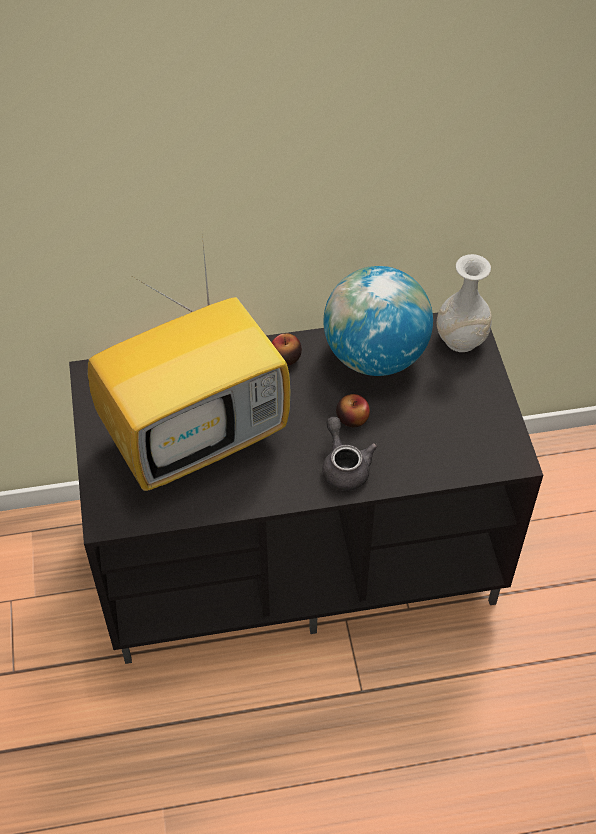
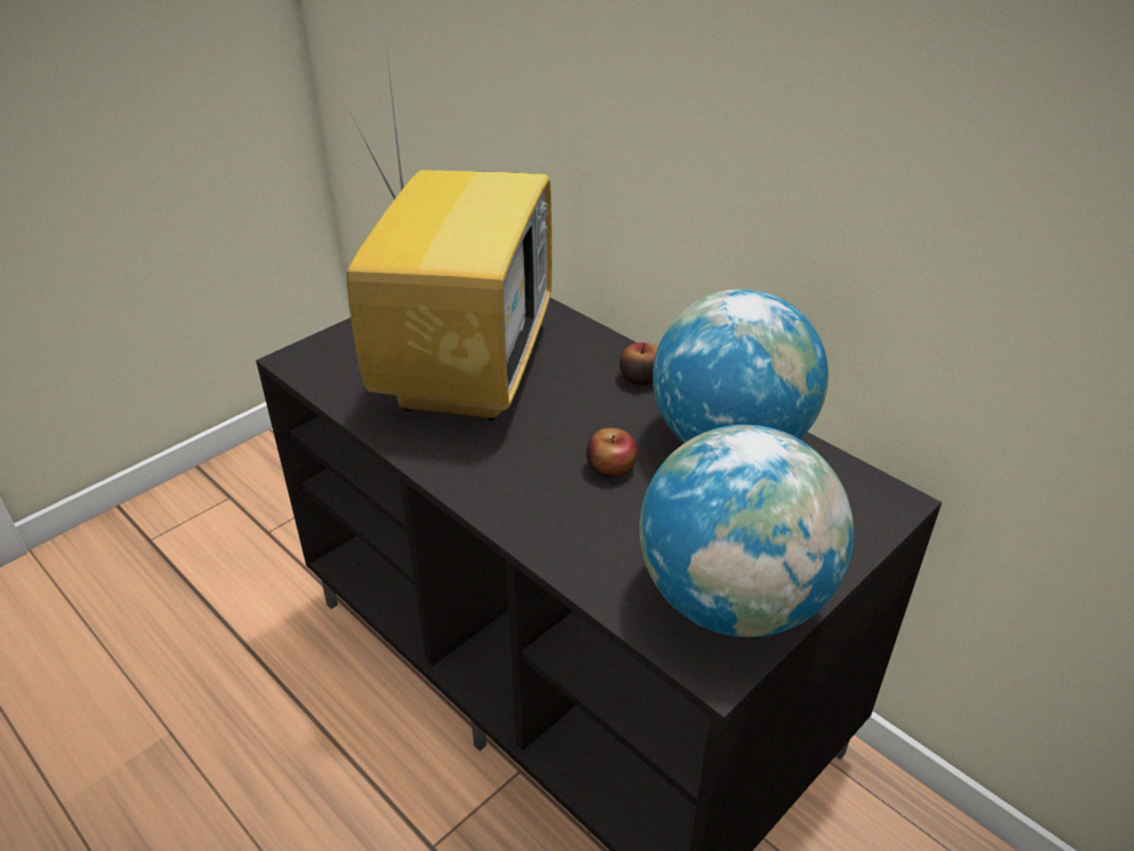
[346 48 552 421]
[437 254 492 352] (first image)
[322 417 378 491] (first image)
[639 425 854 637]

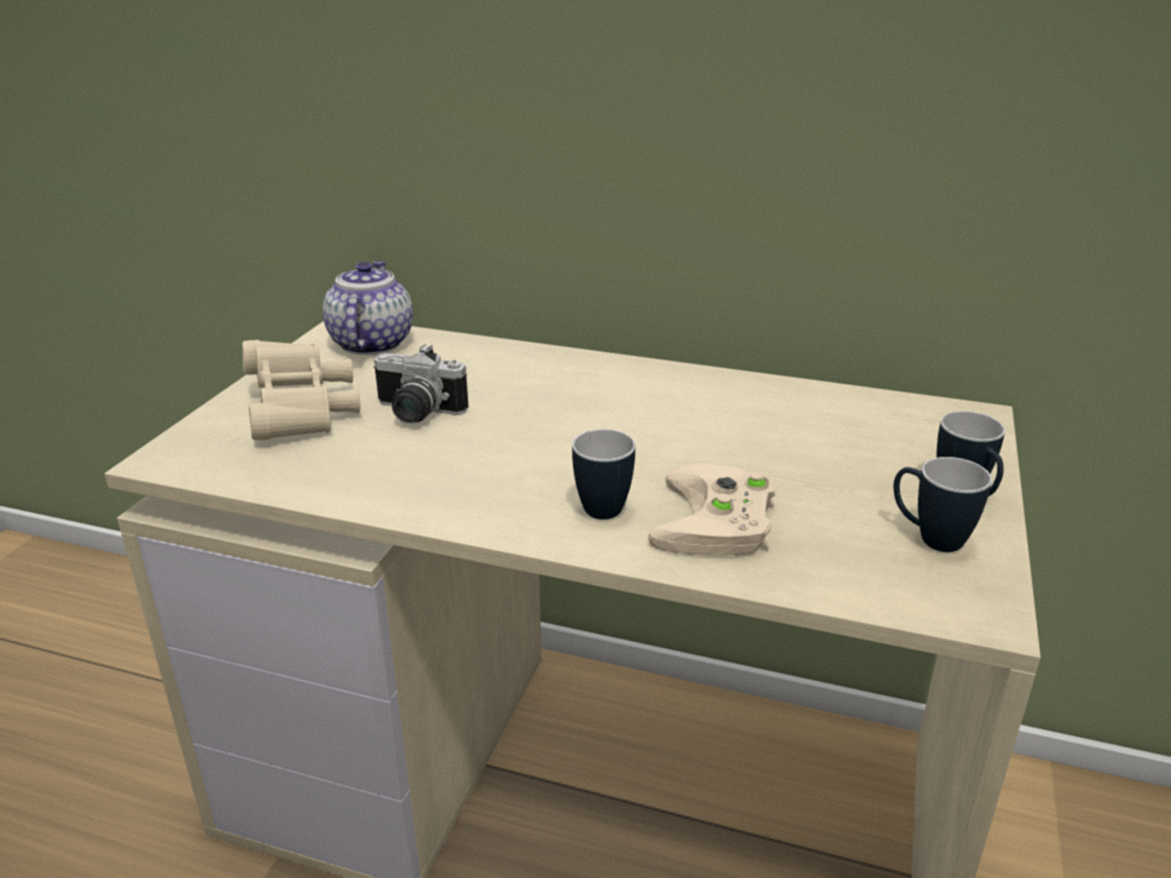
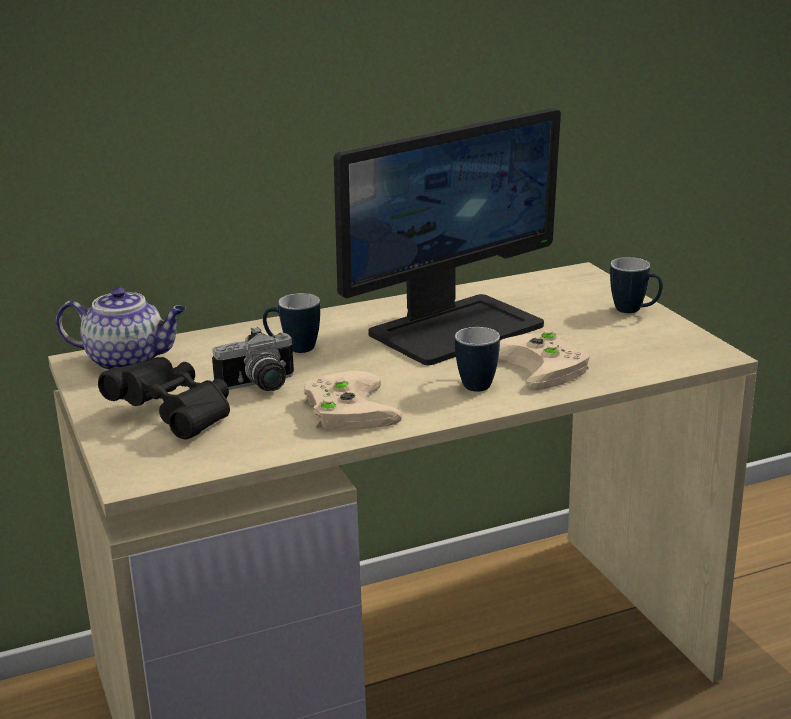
[56 287 186 371]
[98 357 230 439]
[263 293 320 353]
[334 108 561 365]
[304 371 403 430]

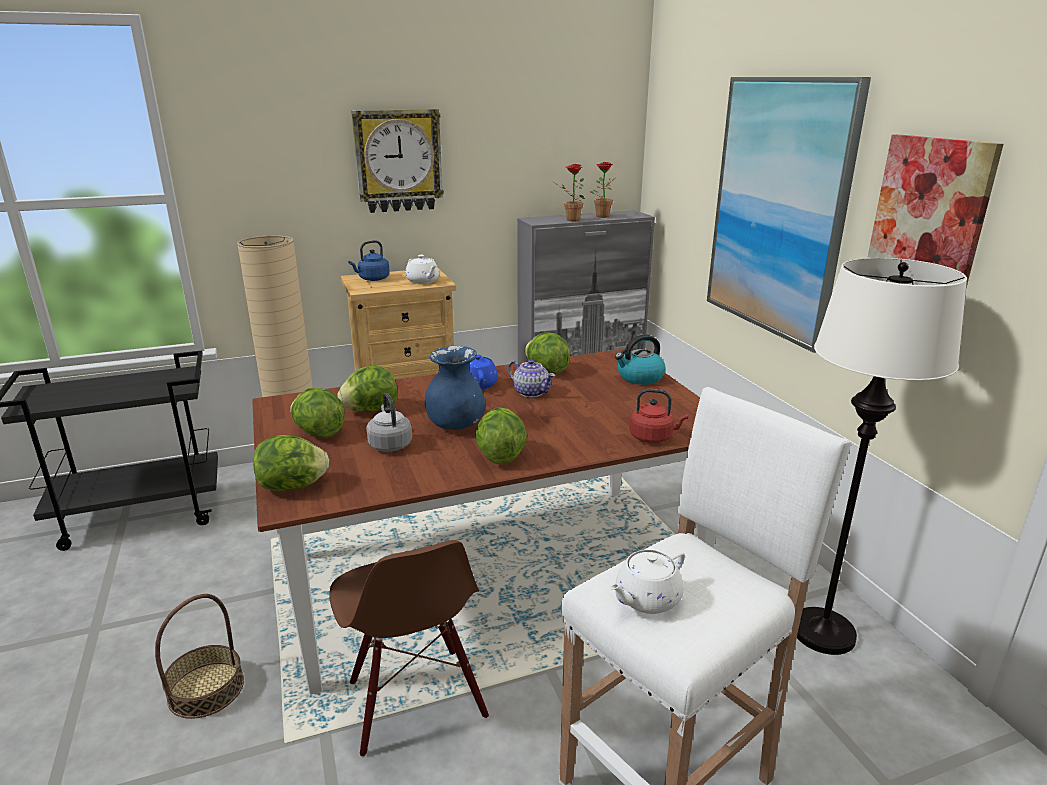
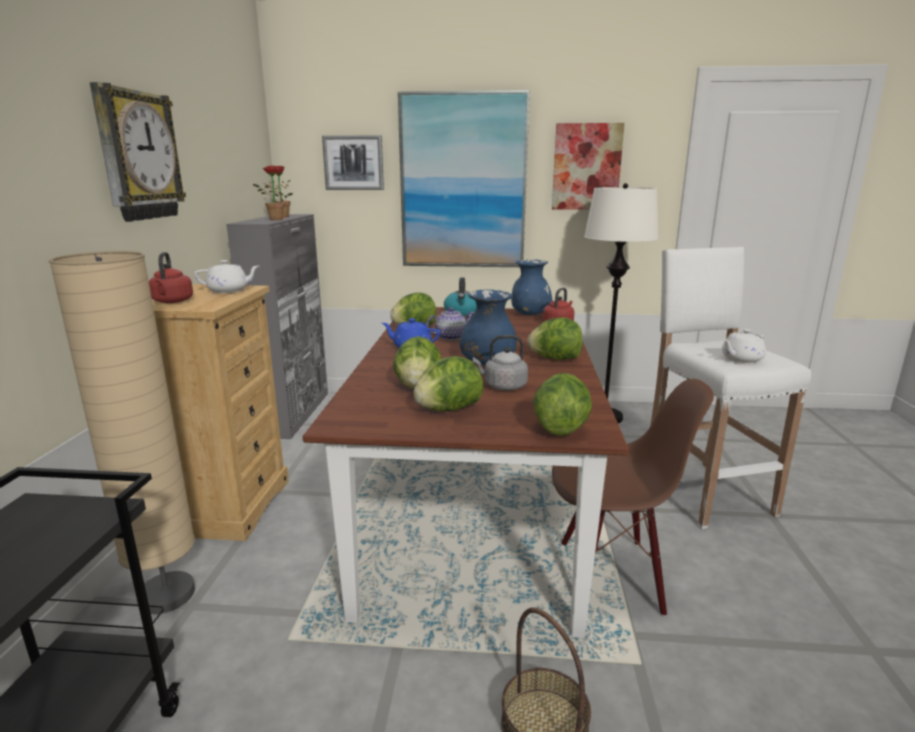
[149 252 193 303]
[722 329 766 363]
[322 135 384 190]
[511 260 553 315]

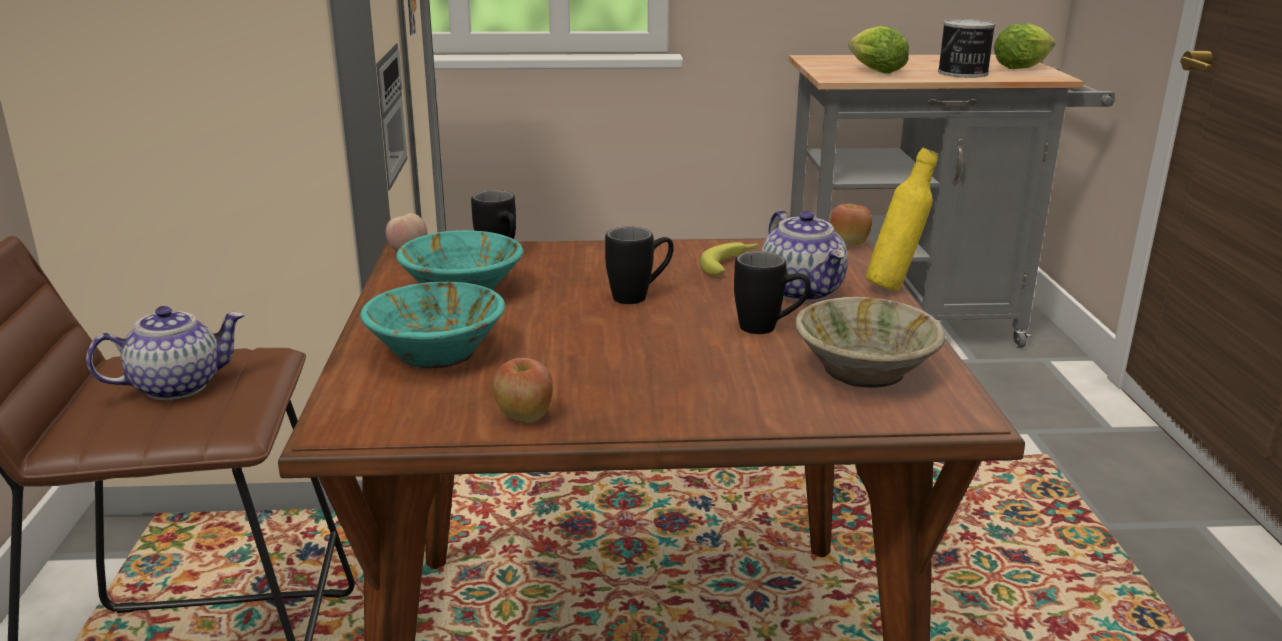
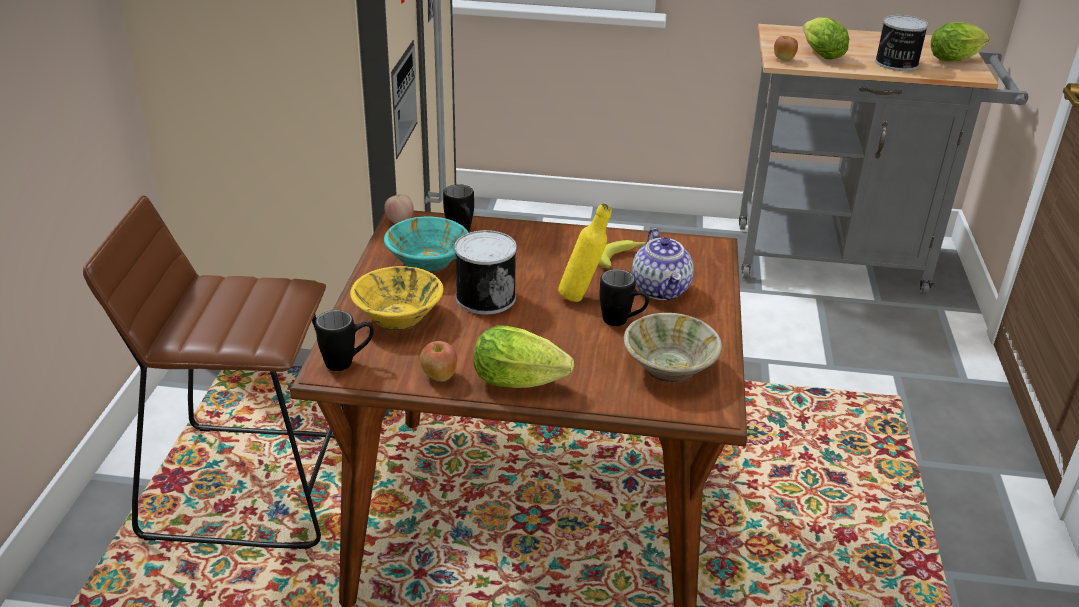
[558 204 612 302]
[774 36 798 61]
[315 310 374 371]
[350 266 444 331]
[86 306 244 400] (first image)
[455 230 517 315]
[474 325 574 388]

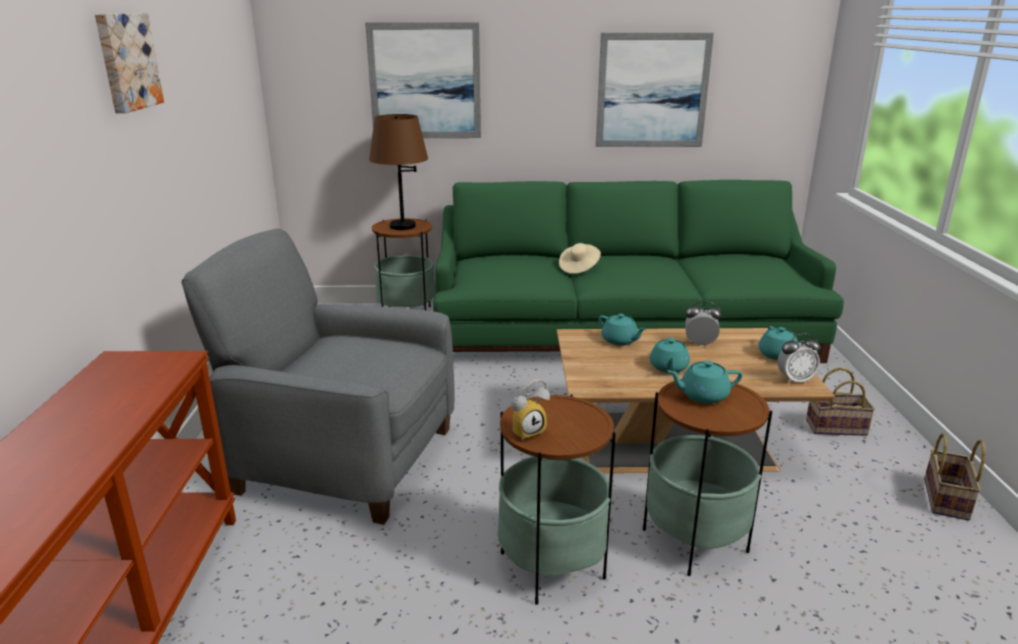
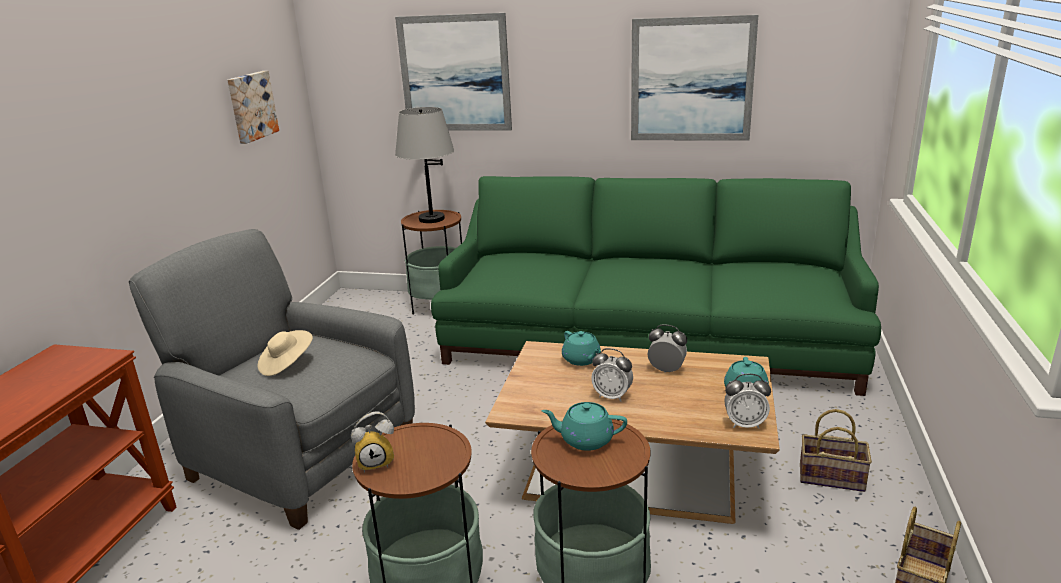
[227 71 279 144]
[395 107 454 223]
[258 330 313 376]
[591 348 633 402]

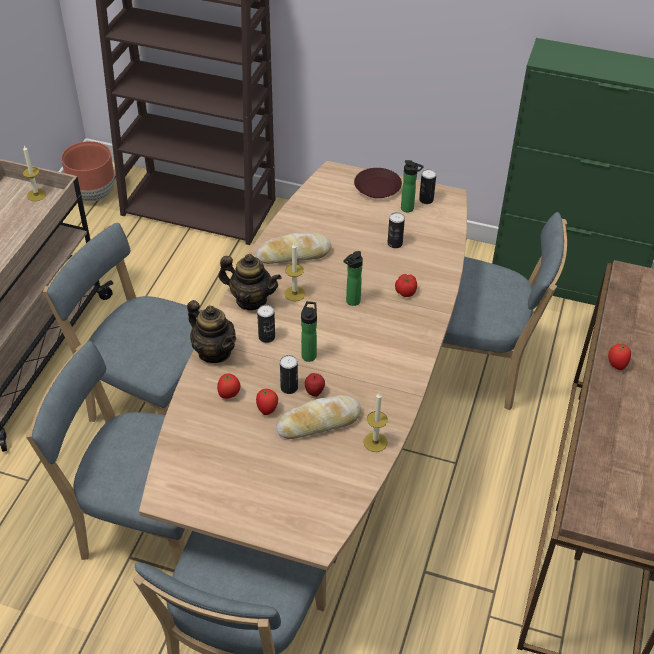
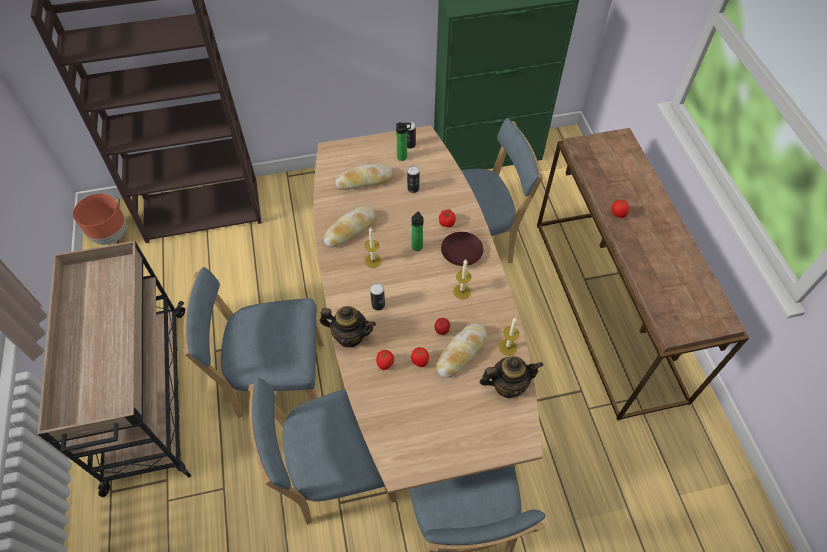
[453 259 472 299]
[441 232 483 266]
[479 356 543 398]
[301 301 317 362] (first image)
[280 355 298 394] (first image)
[335 163 393 190]

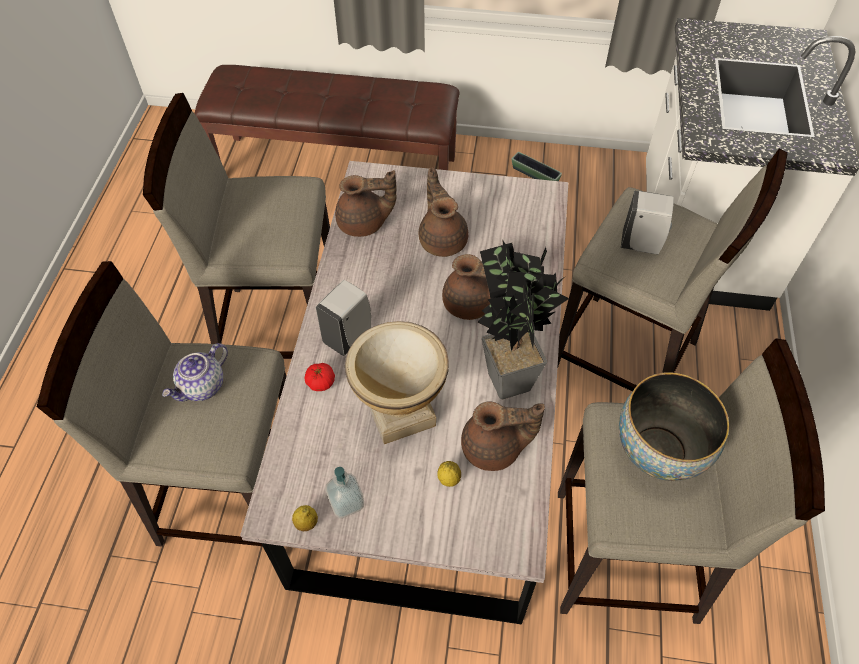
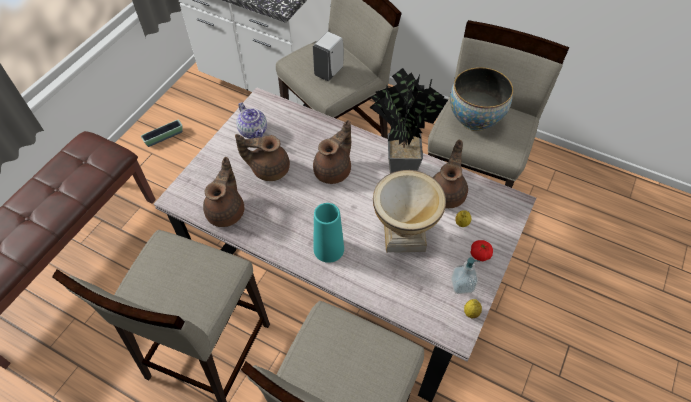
[314 203 344 263]
[236 102 267 138]
[471 240 493 261]

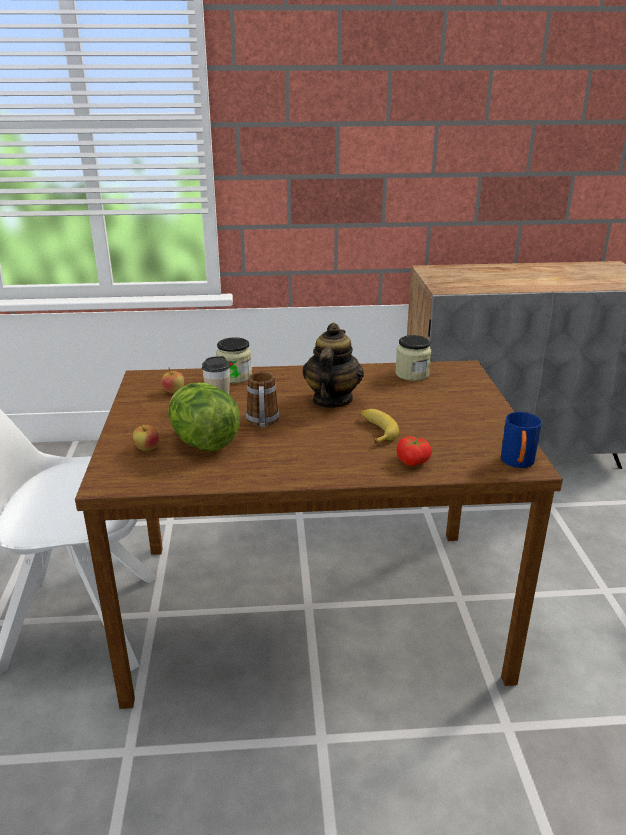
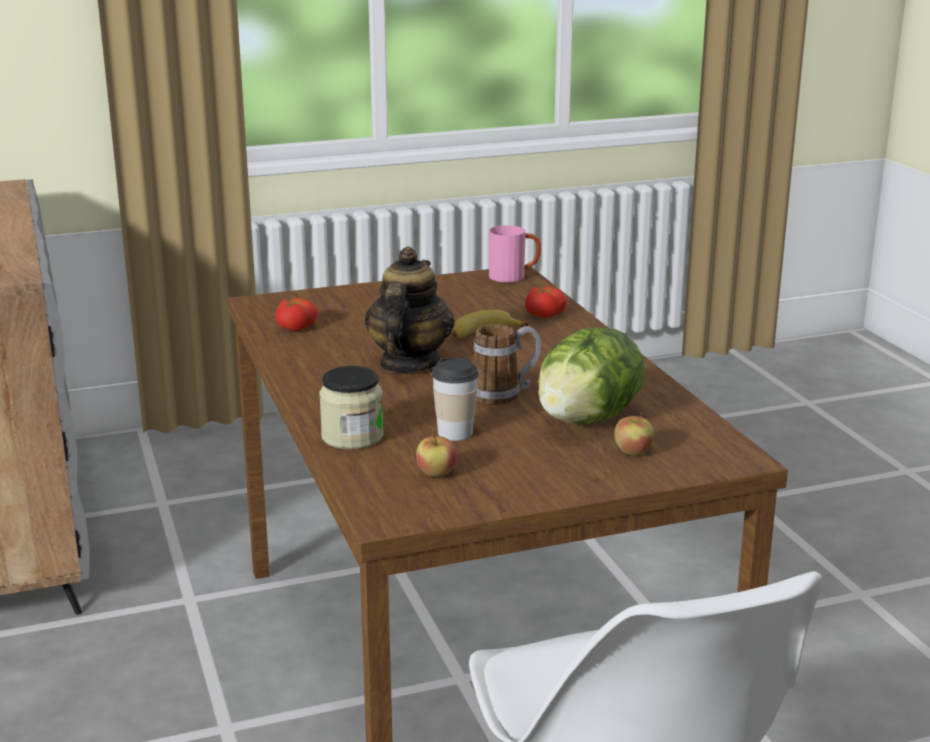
[365 247 455 373]
[275 298 318 331]
[489 225 541 283]

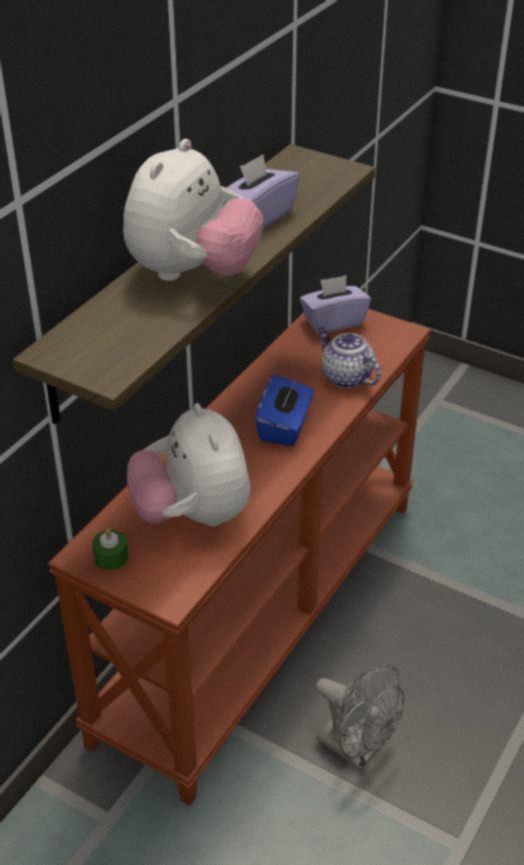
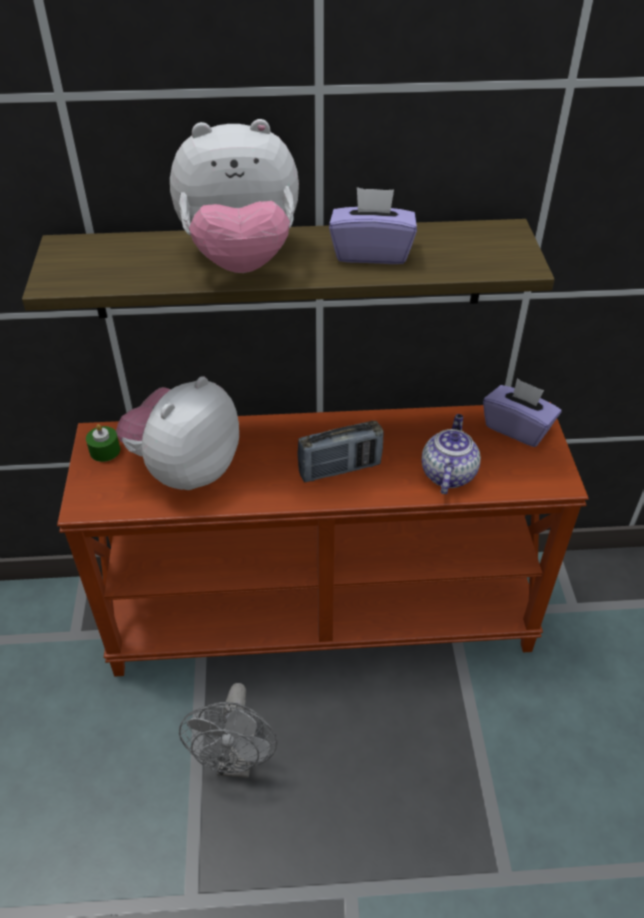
[297 421 384 482]

